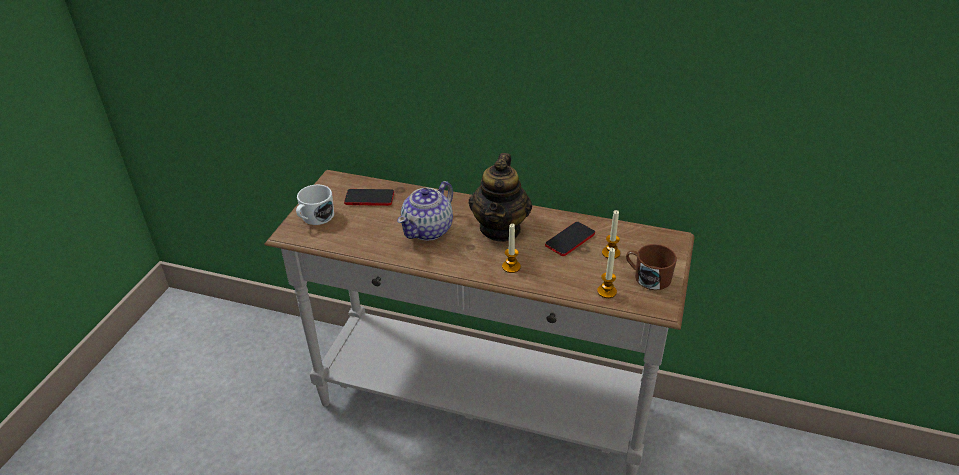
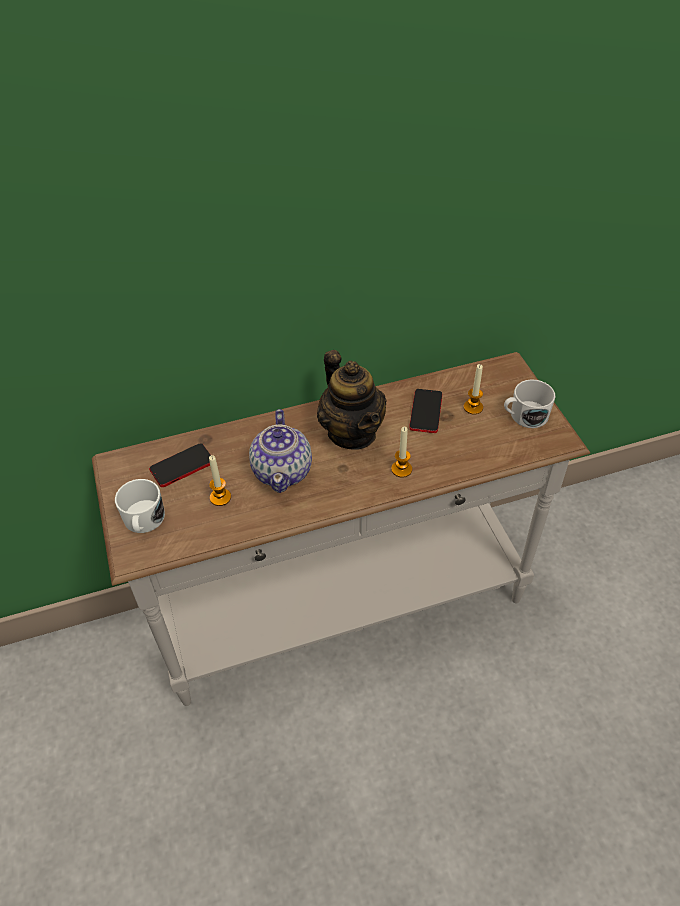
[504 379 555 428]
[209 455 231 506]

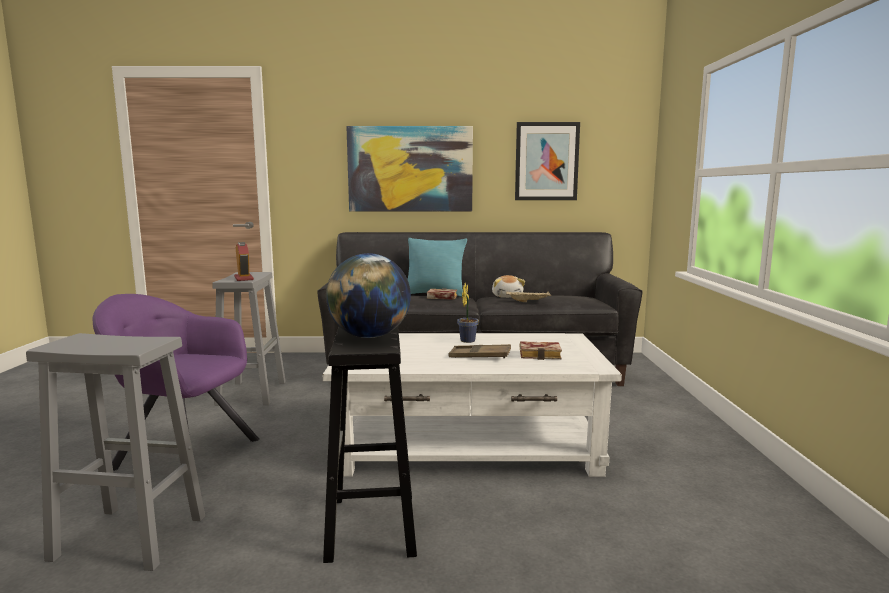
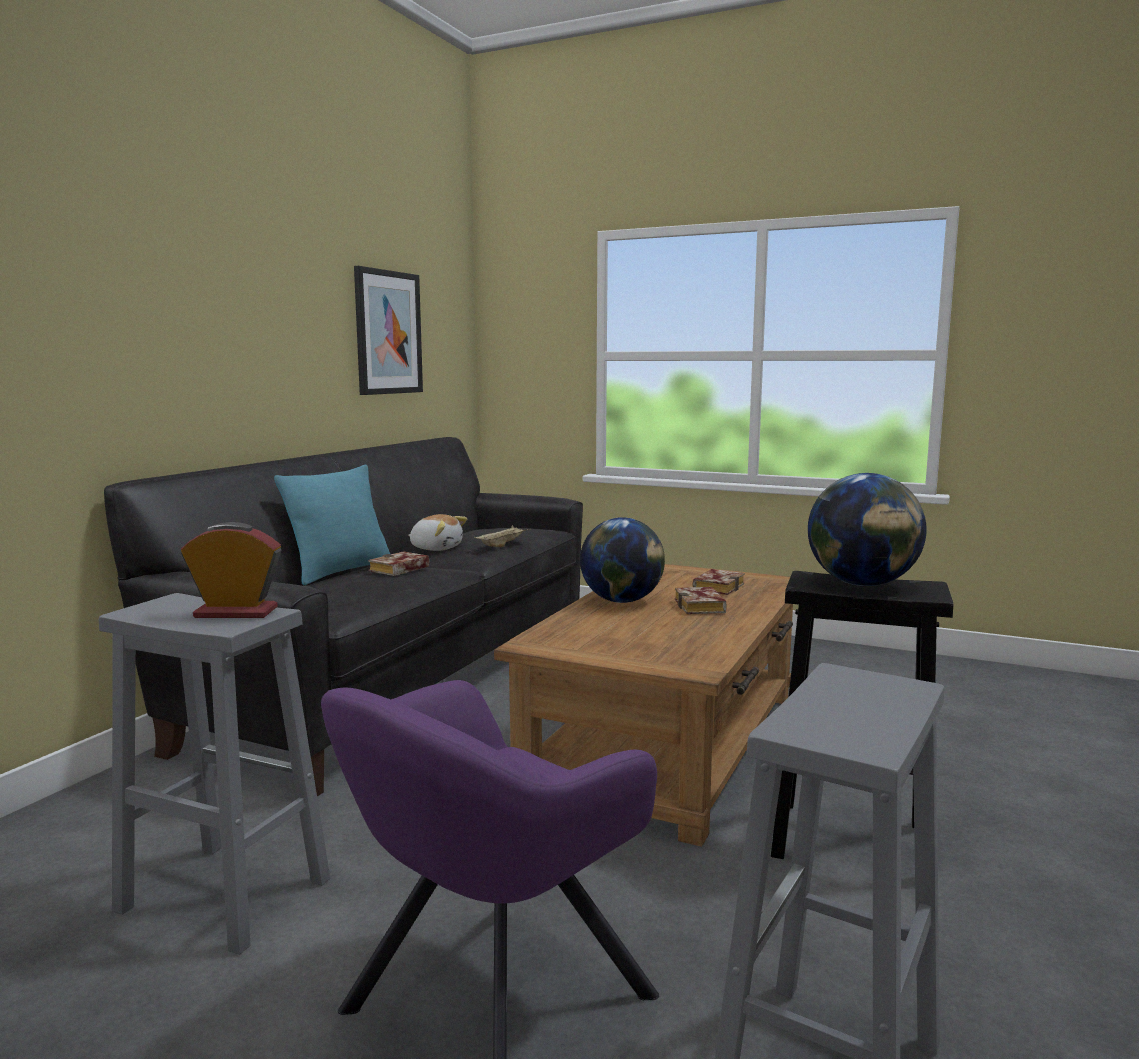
[346 126 473 211] (first image)
[580 517 665 603]
[494 564 793 847]
[675 587 727 614]

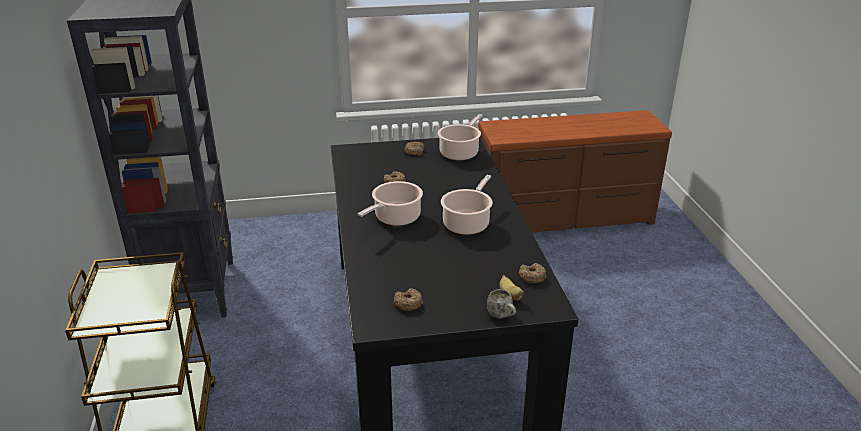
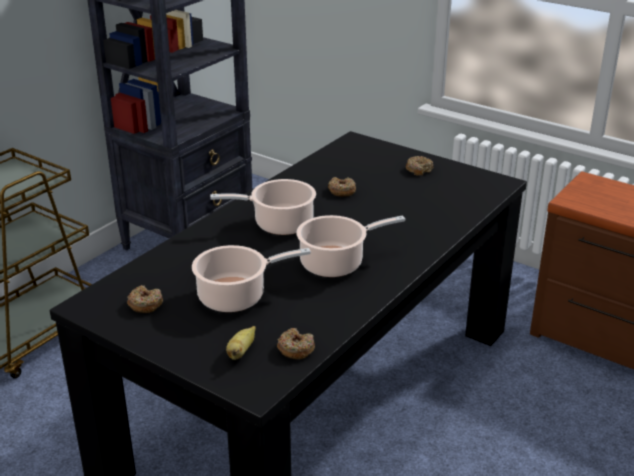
[192 245 311 312]
[487 289 516 318] (first image)

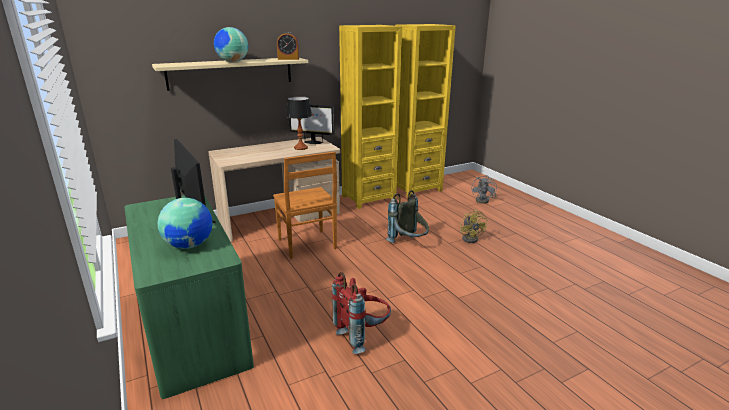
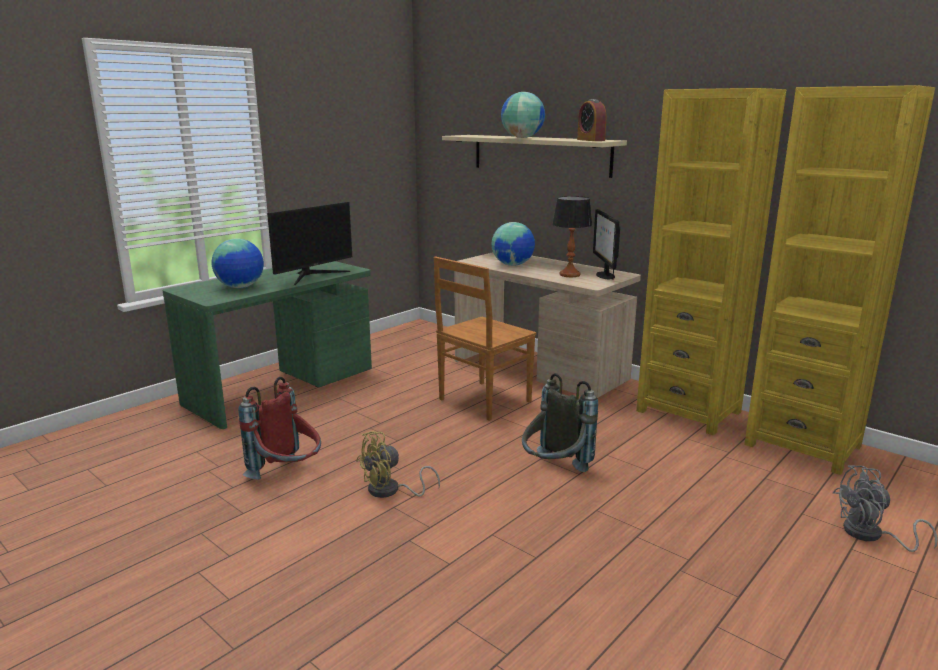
[356 431 440 498]
[492 222 535 266]

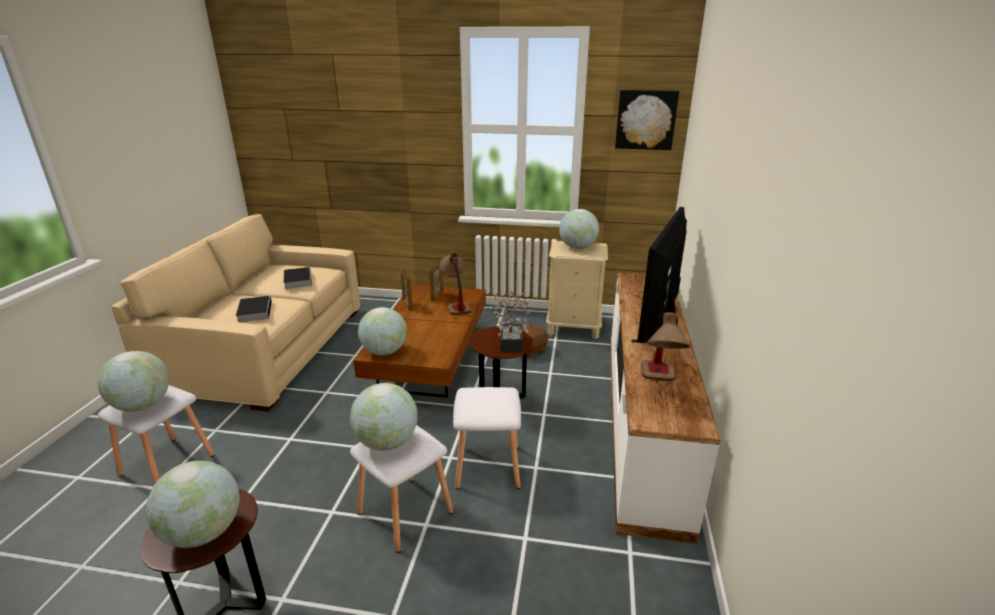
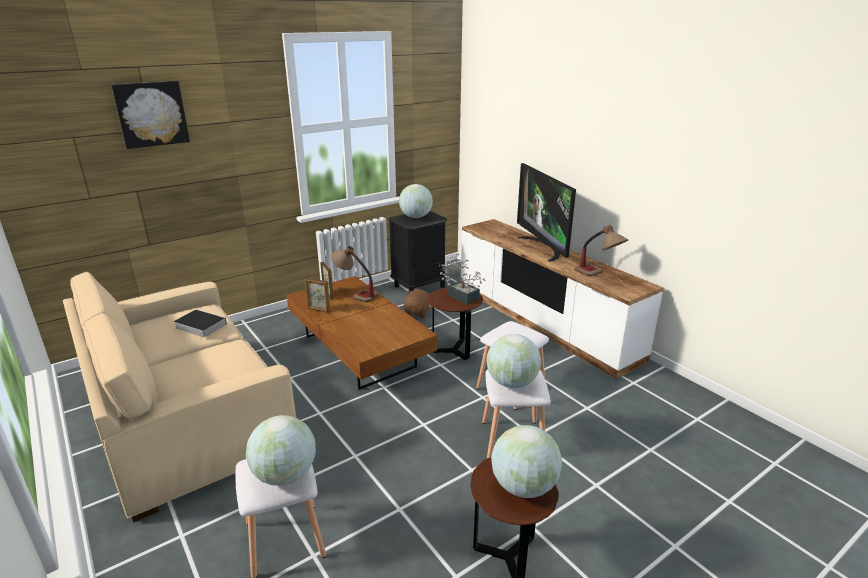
[111 81 190 149]
[388 211 447 291]
[236 296 272 322] (first image)
[358 307 407 355] (first image)

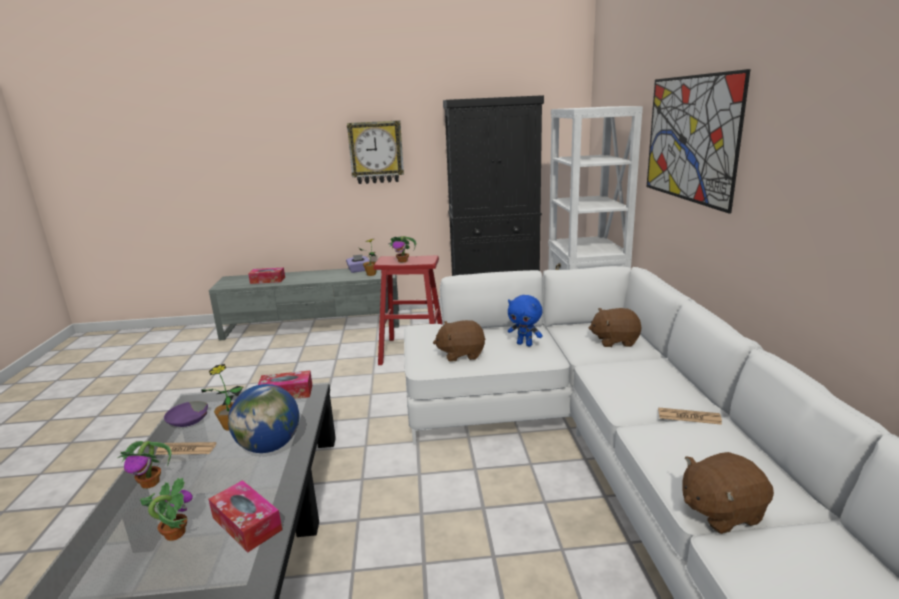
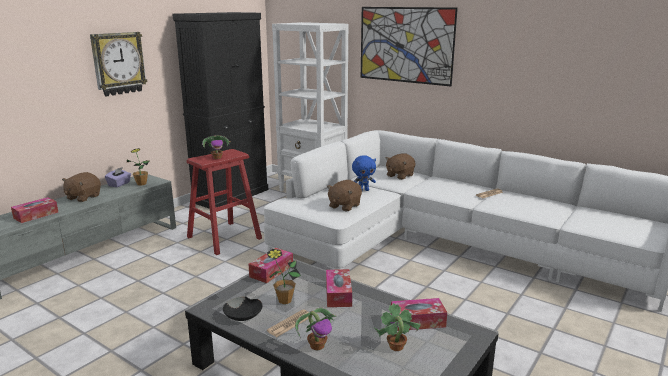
[326 269 352 307]
[223 296 263 321]
[62 172 101 202]

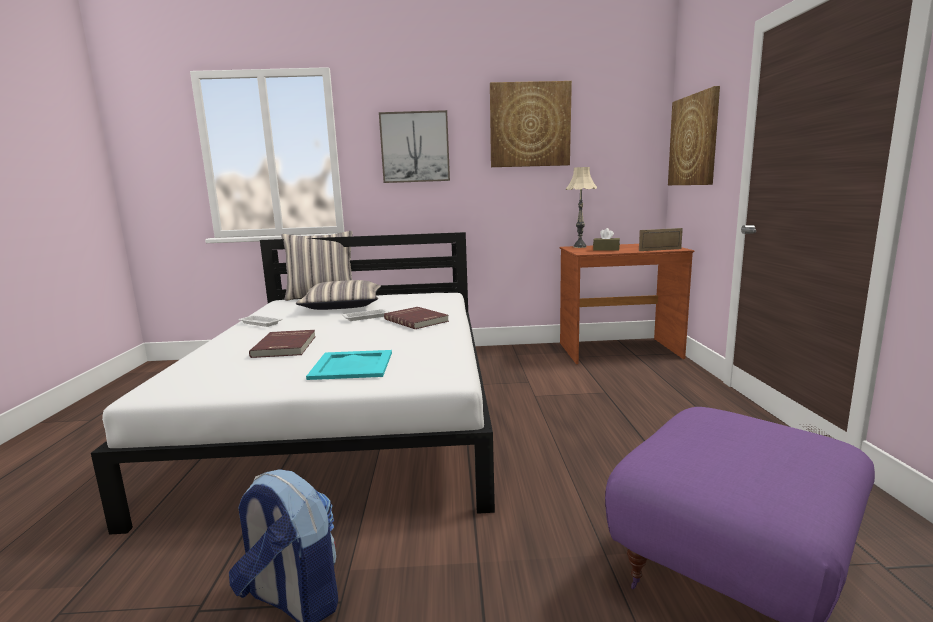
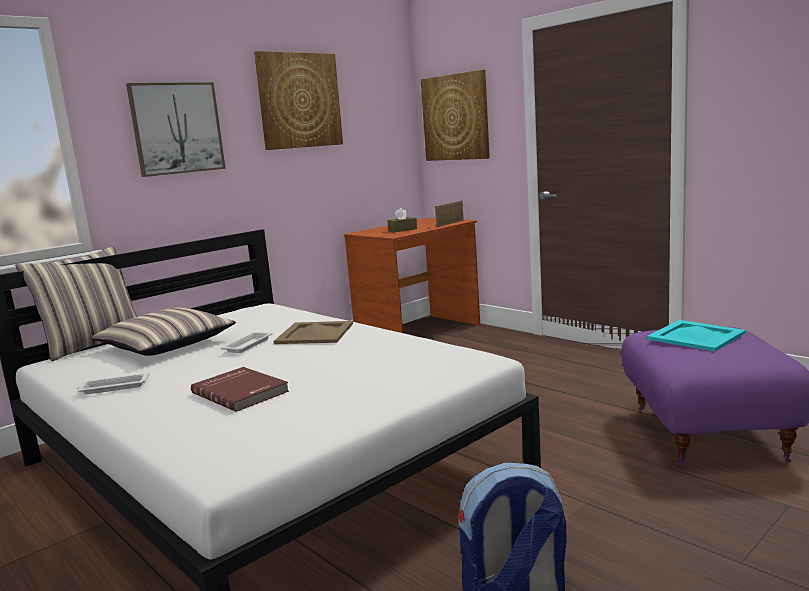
[566 167 597 248] (first image)
[274 321 353 344]
[647 320 746 352]

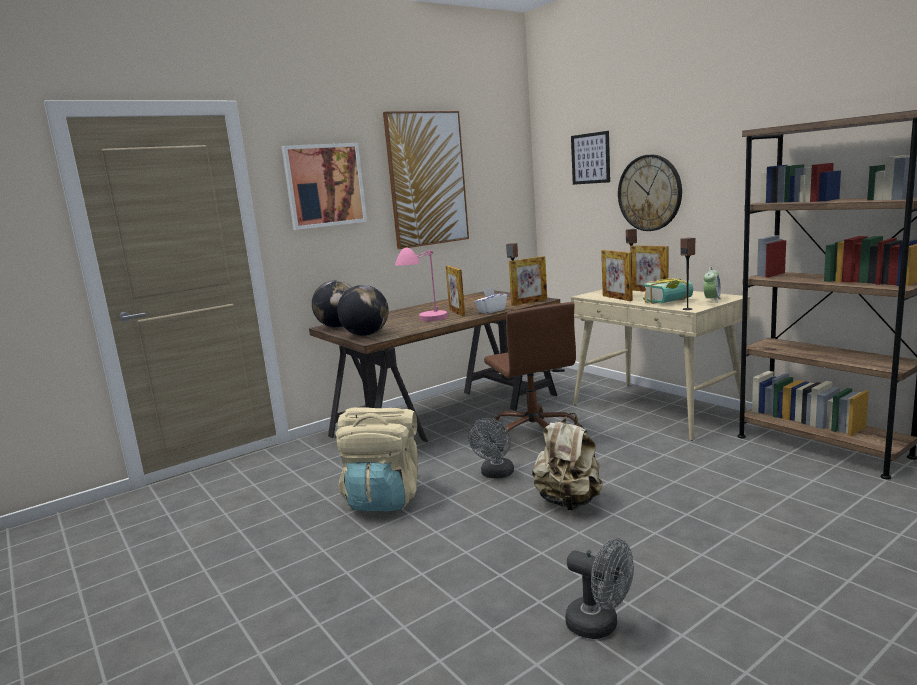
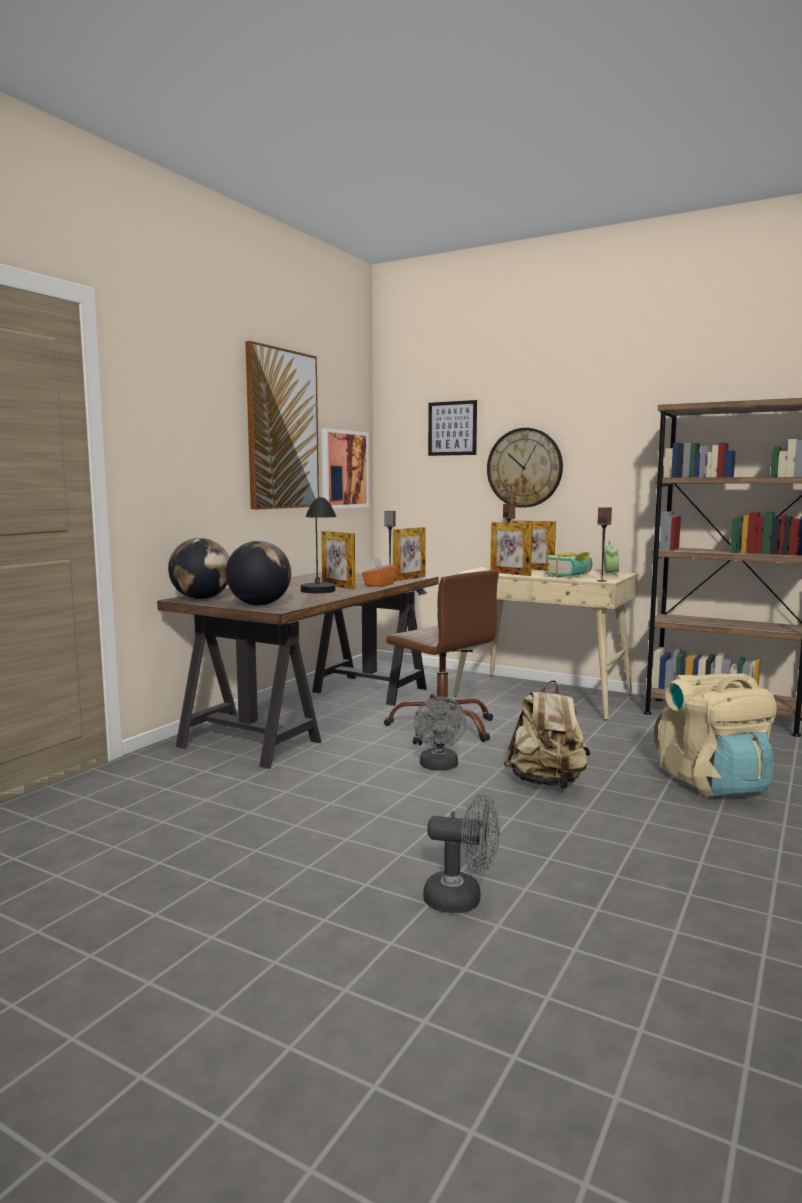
[321 428 369 509]
[301 497 337 593]
[362 558 397 587]
[654 674 777 796]
[423 793 500 913]

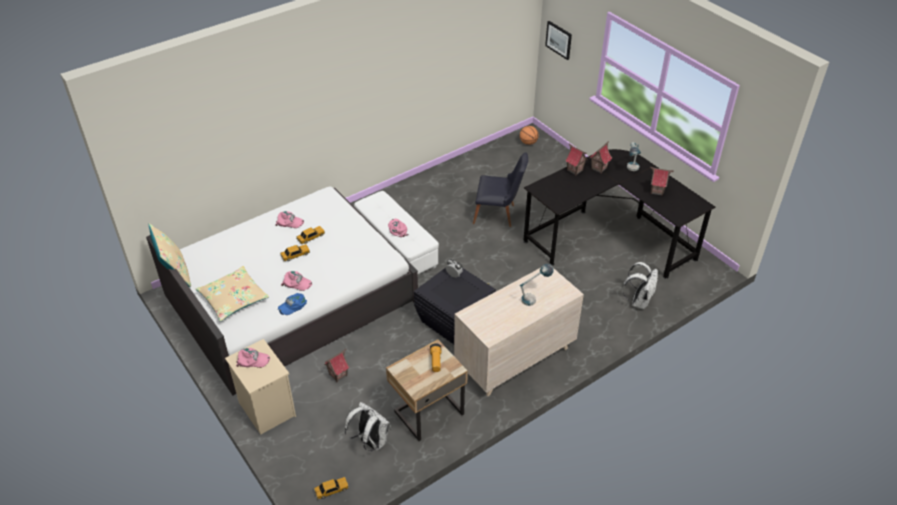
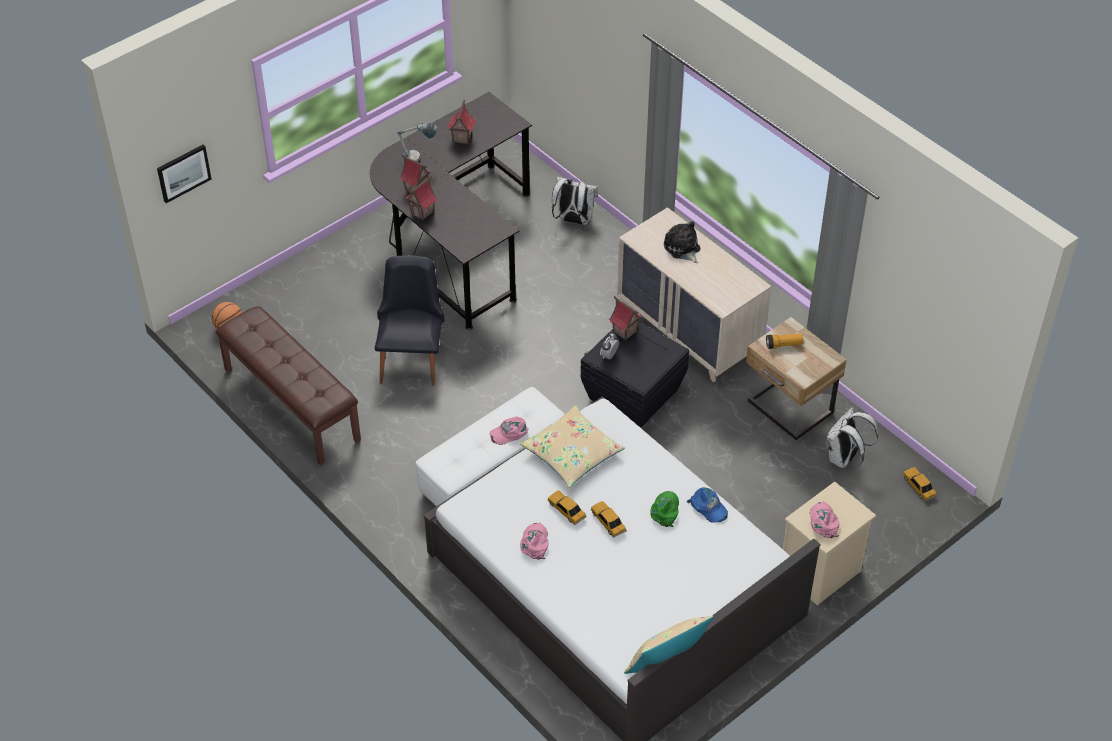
[664 221 700 263]
[520 406 625 488]
[650 491 679 527]
[609 296 642 341]
[215 306 361 465]

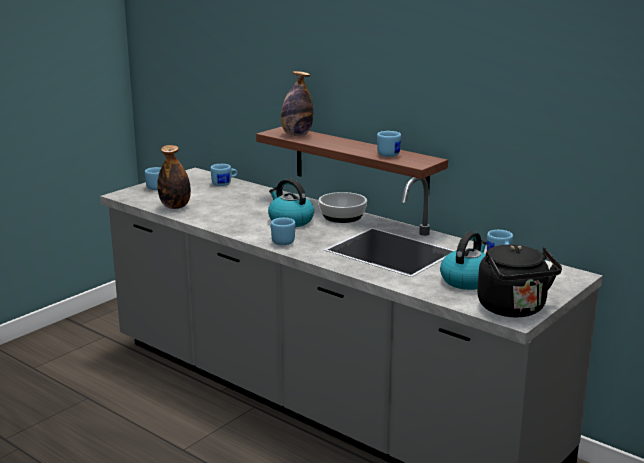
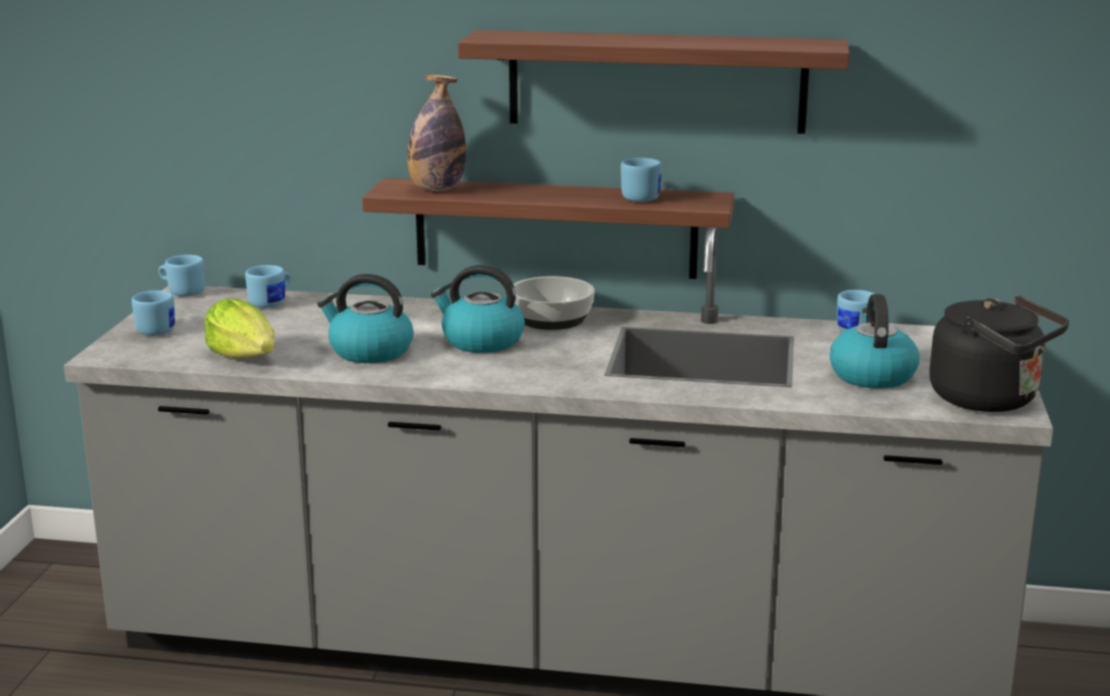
[205 299 275 358]
[158 255 205 297]
[458 30 849 134]
[317 274 413 363]

